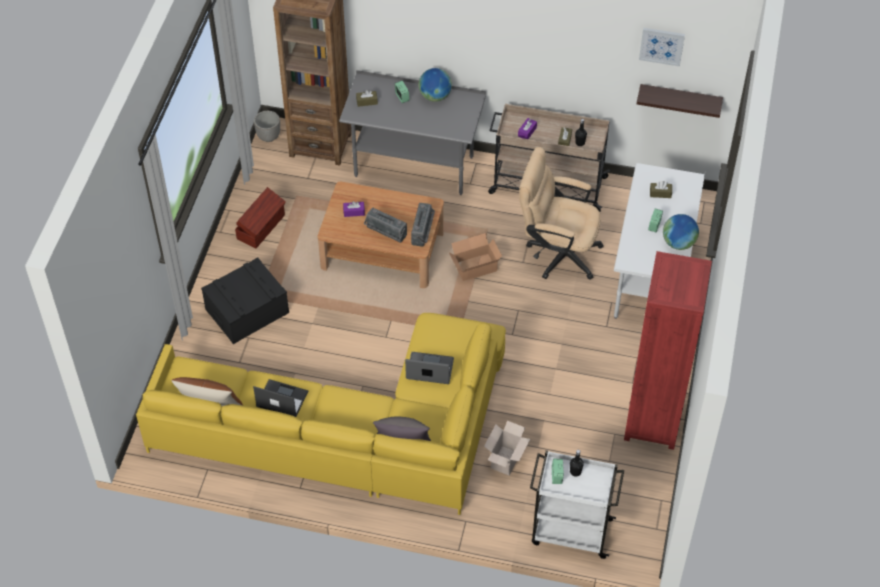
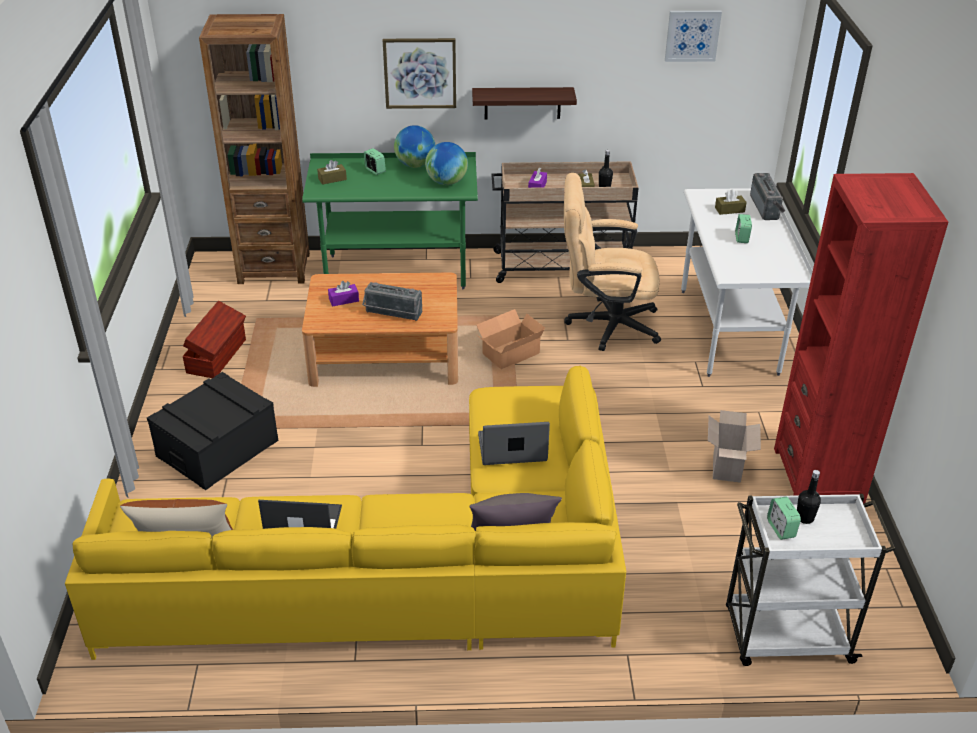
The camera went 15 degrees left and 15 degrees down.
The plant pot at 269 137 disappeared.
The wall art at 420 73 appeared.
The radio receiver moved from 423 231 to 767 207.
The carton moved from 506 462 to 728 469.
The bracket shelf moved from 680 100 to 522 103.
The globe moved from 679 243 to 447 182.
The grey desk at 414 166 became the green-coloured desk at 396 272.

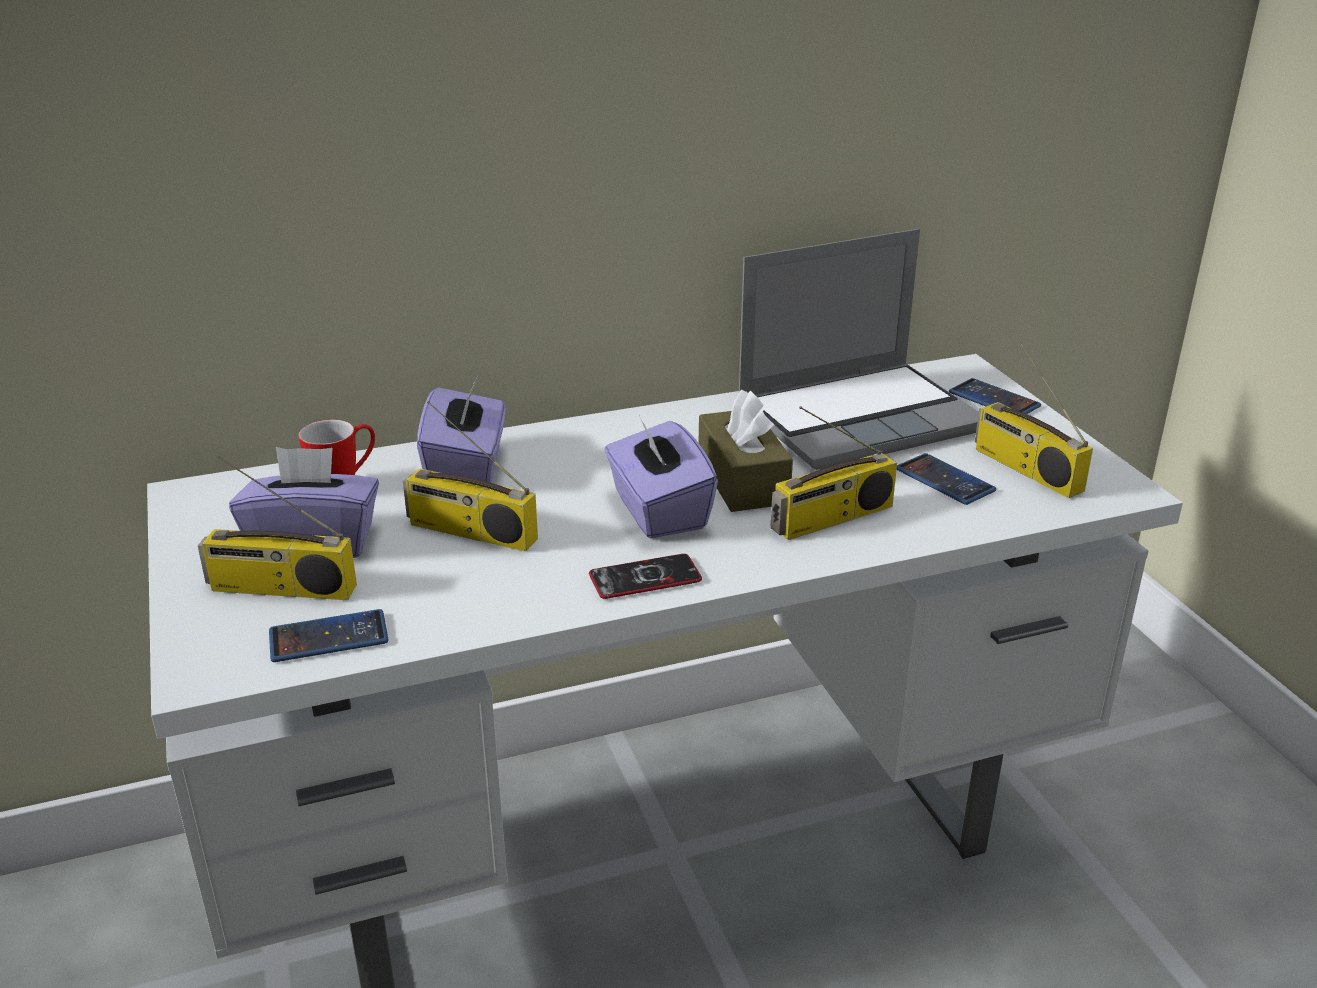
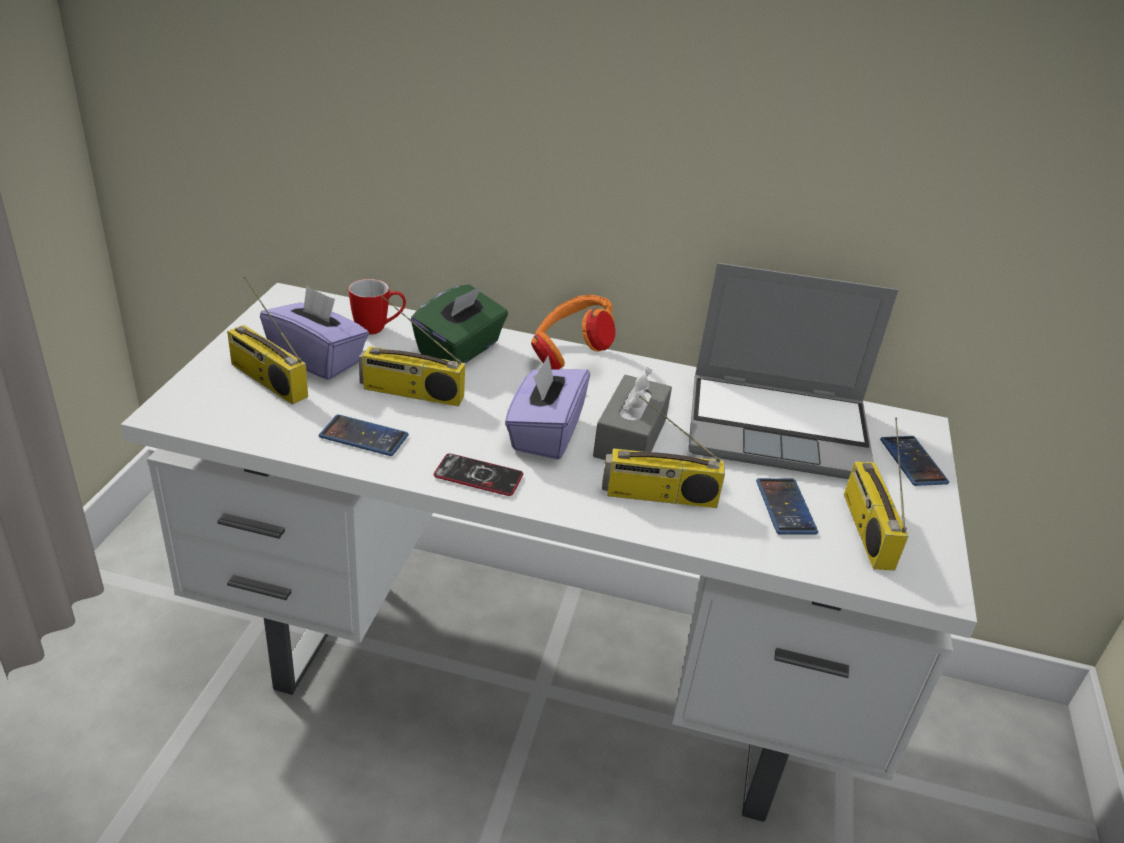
The camera went 30 degrees right and 5 degrees up.
The orangey headphones at 569 356 appeared.
The phone moved from 328 637 to 363 436.
The purplish tissue box at 467 469 became the green-coloured tissue box at 460 350.
The brown-coloured tissue box at 742 480 became the grey tissue box at 630 437.
The radio receiver at 469 532 turned 45 degrees counterclockwise.

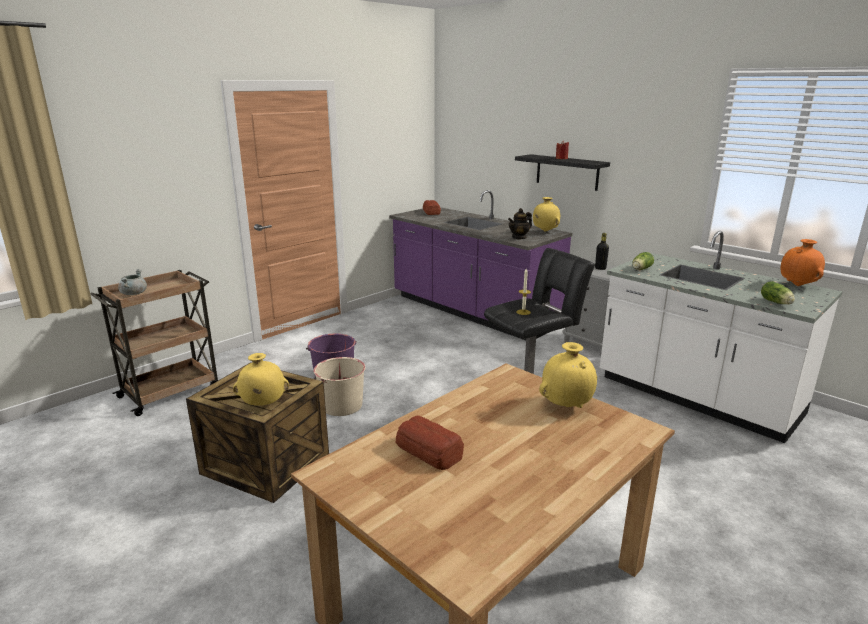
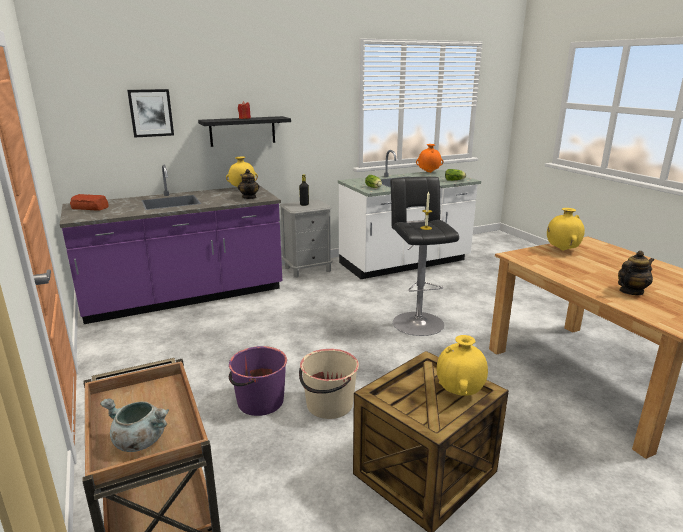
The camera went 70 degrees left and 0 degrees up.
The wall art at 151 113 appeared.
The baked bread at 429 450 was replaced by the tea pot at 630 291.

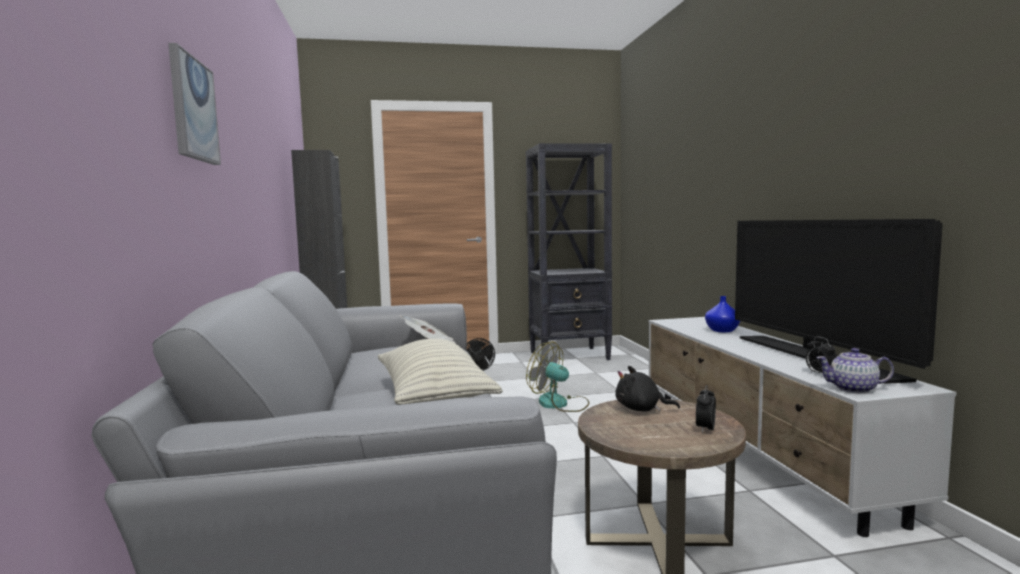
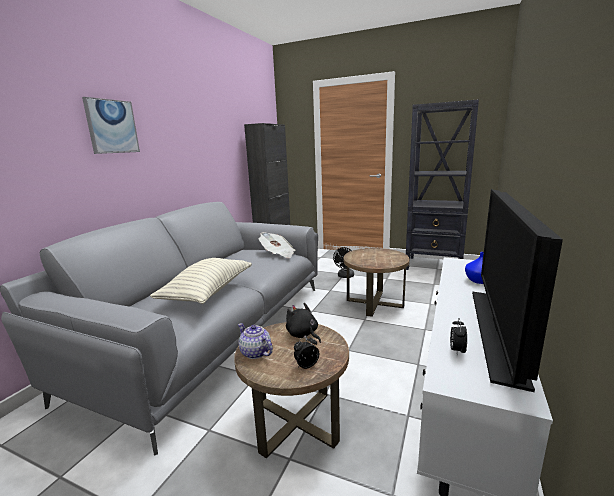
The camera went 35 degrees right and 10 degrees up.
The tea pot moved from 854 389 to 255 353.
The cooling fan at 560 404 was replaced by the brown-coloured end table at 374 303.

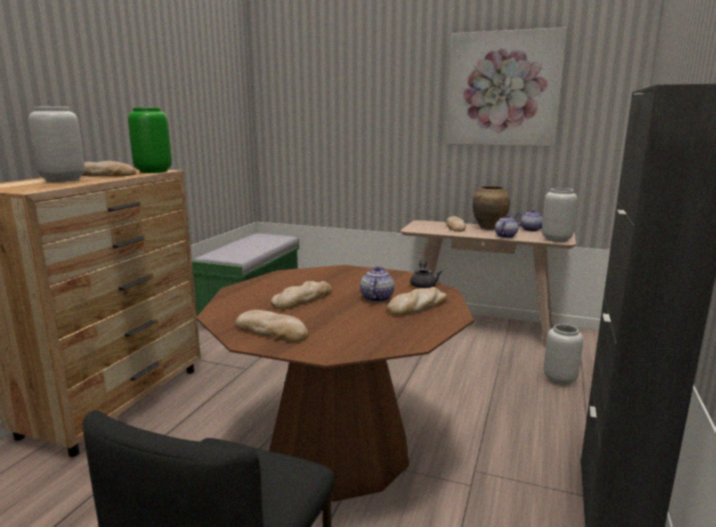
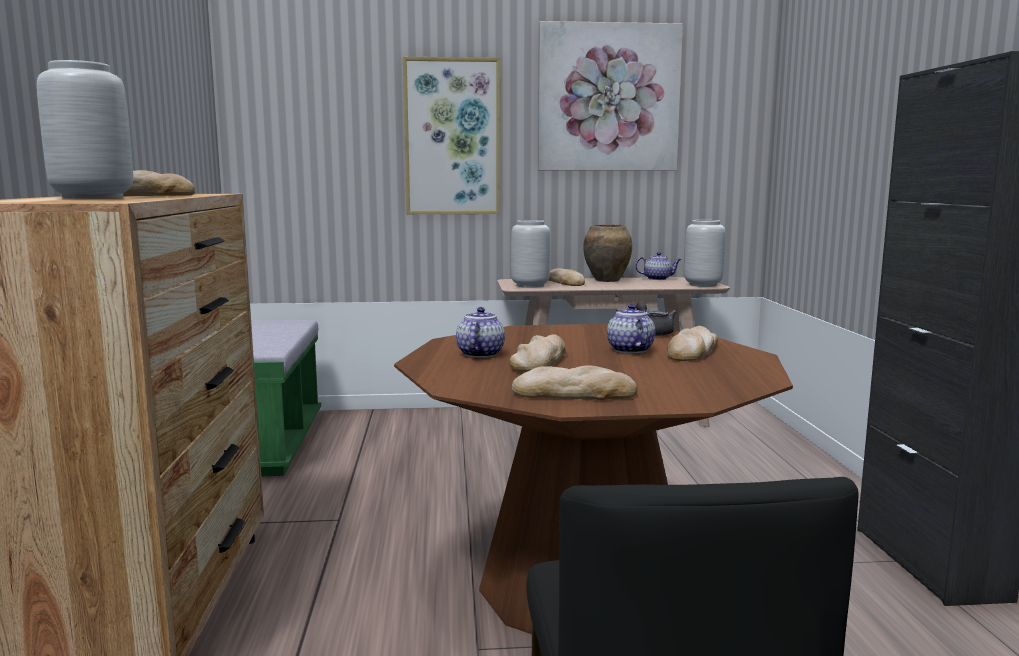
The camera went 25 degrees left and 5 degrees down.
The green-coloured decorative vase at 153 171 disappeared.
The wall art at 452 137 appeared.
The tea pot moved from 505 236 to 480 354.
The grey decorative vase moved from 559 378 to 530 285.

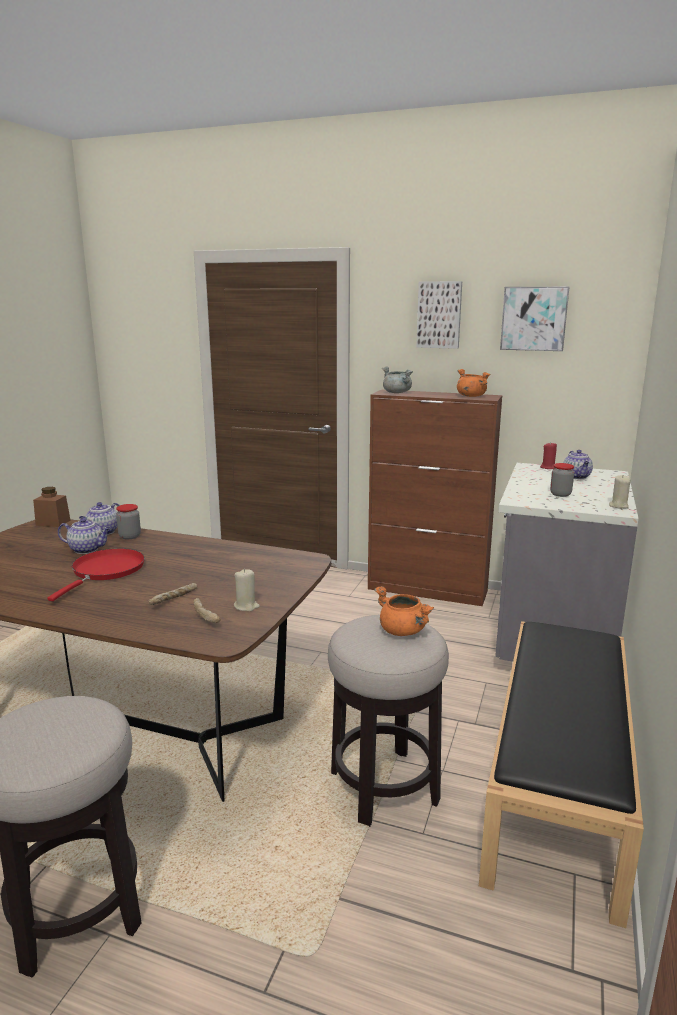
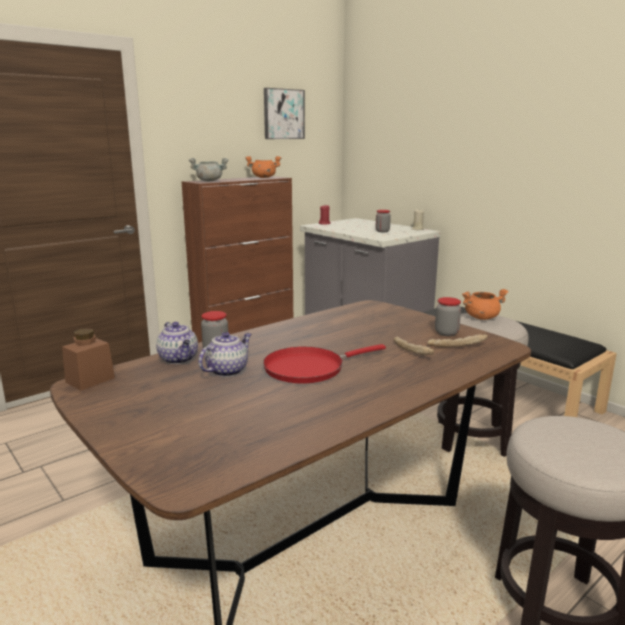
The camera went 60 degrees left and 0 degrees up.
The wall art at 439 315 disappeared.
The tea pot at 577 477 disappeared.
The sand-coloured wax candle at 246 606 was replaced by the storage jar at 446 333.
The red-coloured frying pan at 105 571 turned 75 degrees counterclockwise.

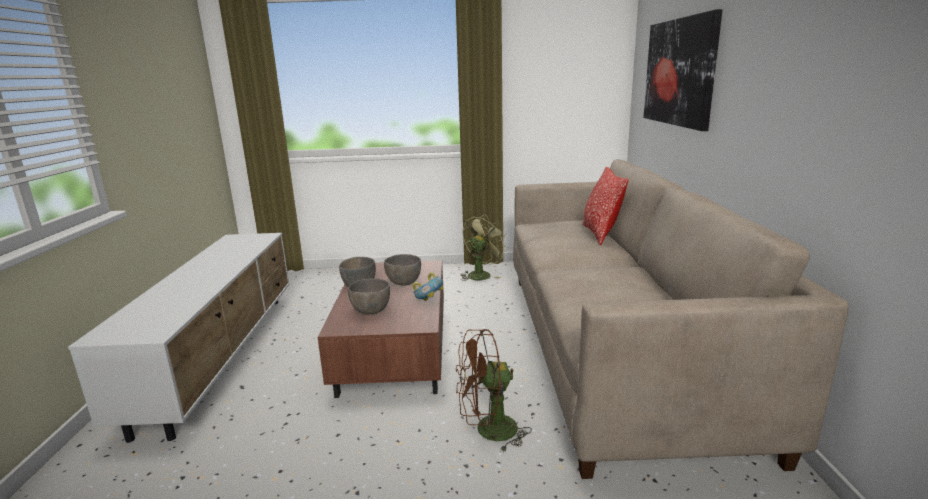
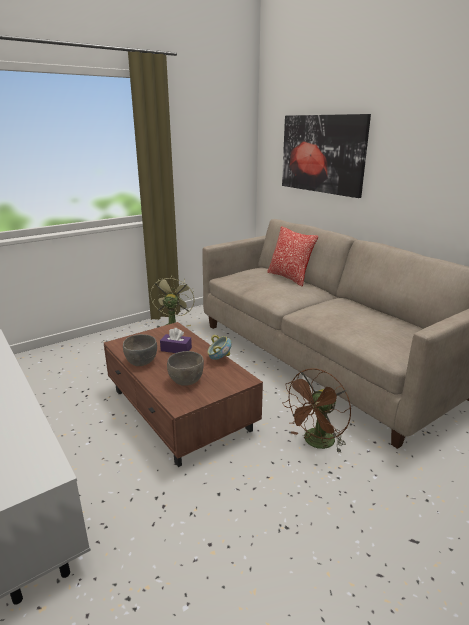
The camera went 35 degrees left and 5 degrees up.
The grey bowl at 403 283 was replaced by the purplish tissue box at 176 349.

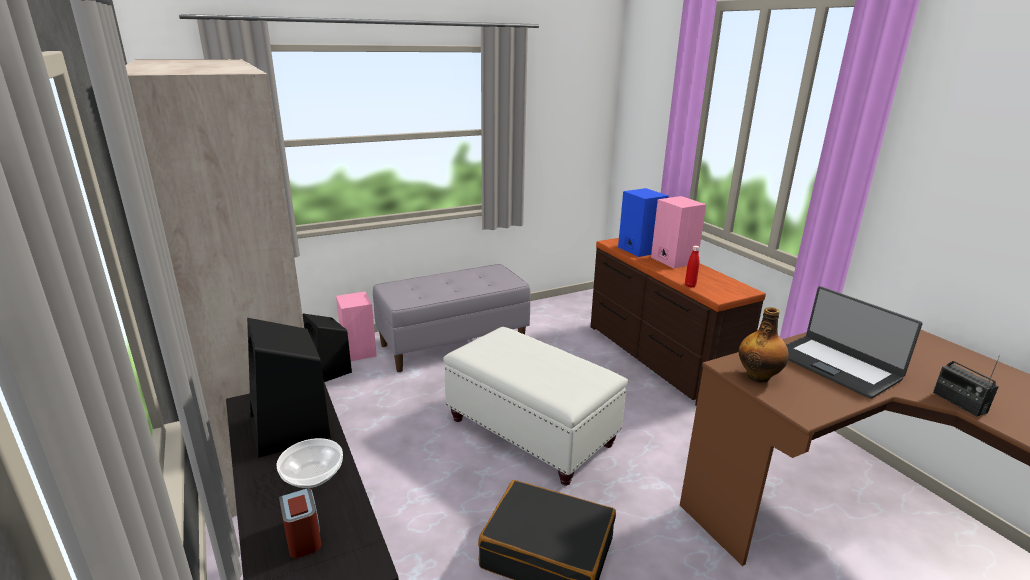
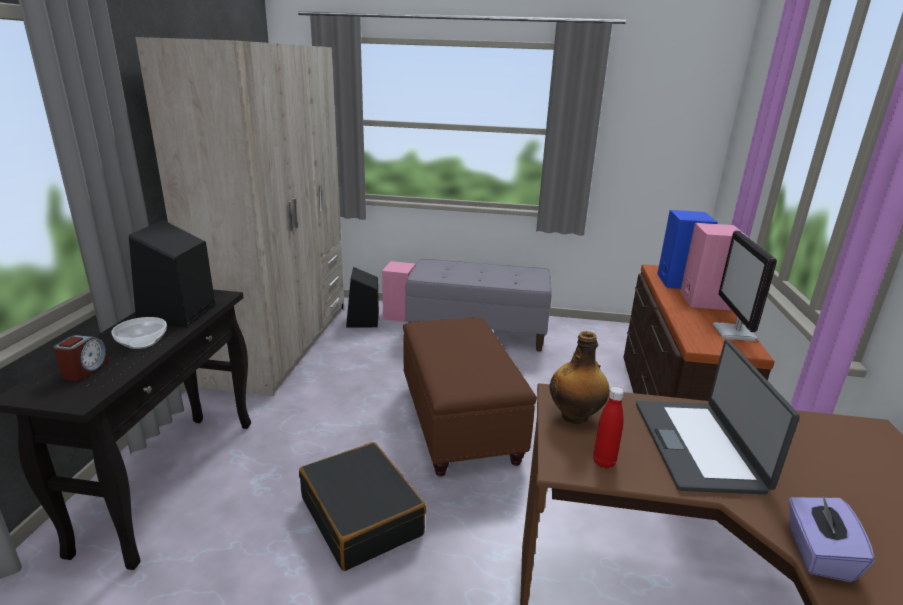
The camera went 35 degrees right and 0 degrees up.
The monitor at 734 333 appeared.
The red-coloured bottle moved from 690 285 to 604 462.
The radio receiver at 959 402 was replaced by the purplish tissue box at 817 553.
The white ottoman at 531 432 became the brown-coloured ottoman at 459 423.

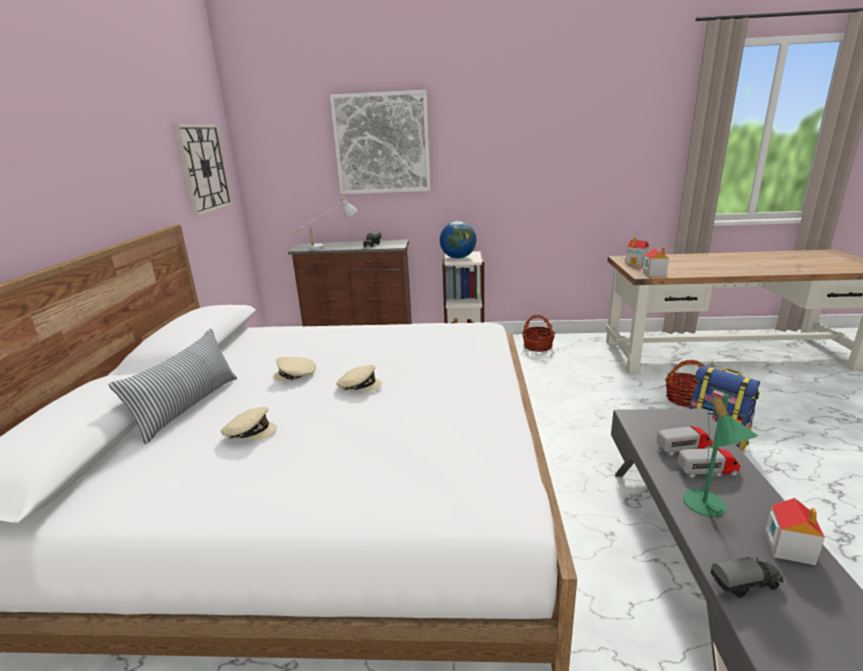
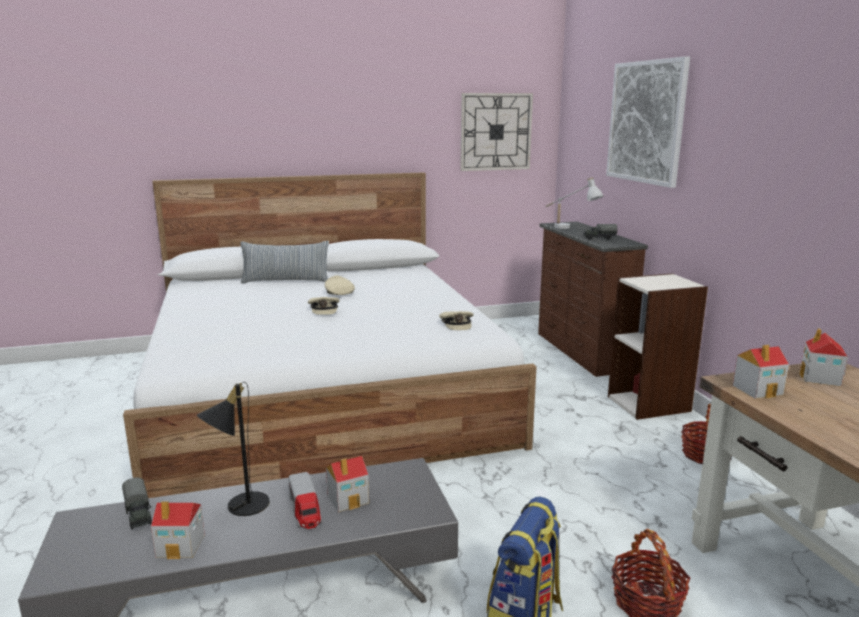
The camera went 70 degrees right and 5 degrees down.
The globe at 458 258 disappeared.
The sand-coloured baseball cap moved from 250 431 to 457 324.
The toy truck at 684 448 was replaced by the model house at 348 499.
The green-coloured tabletop lamp at 708 508 became the black-coloured tabletop lamp at 239 505.

